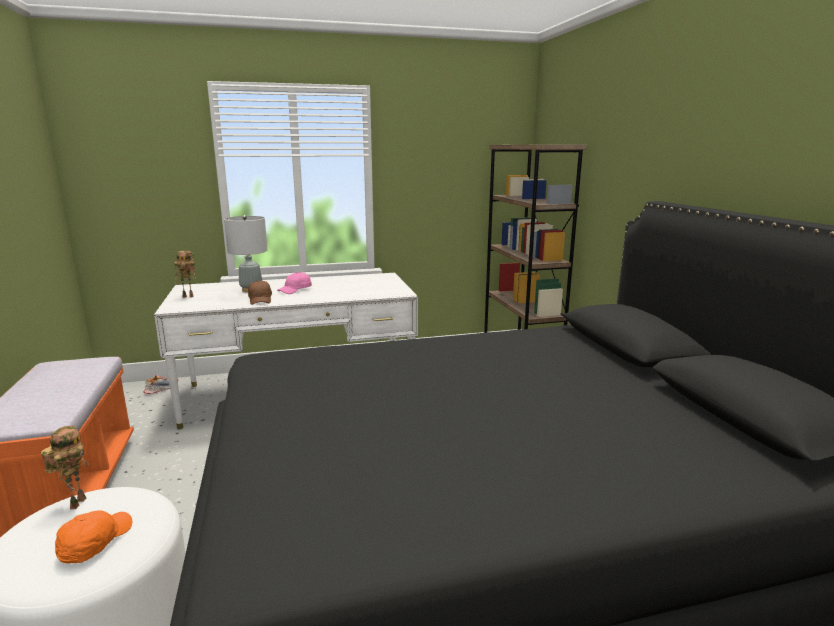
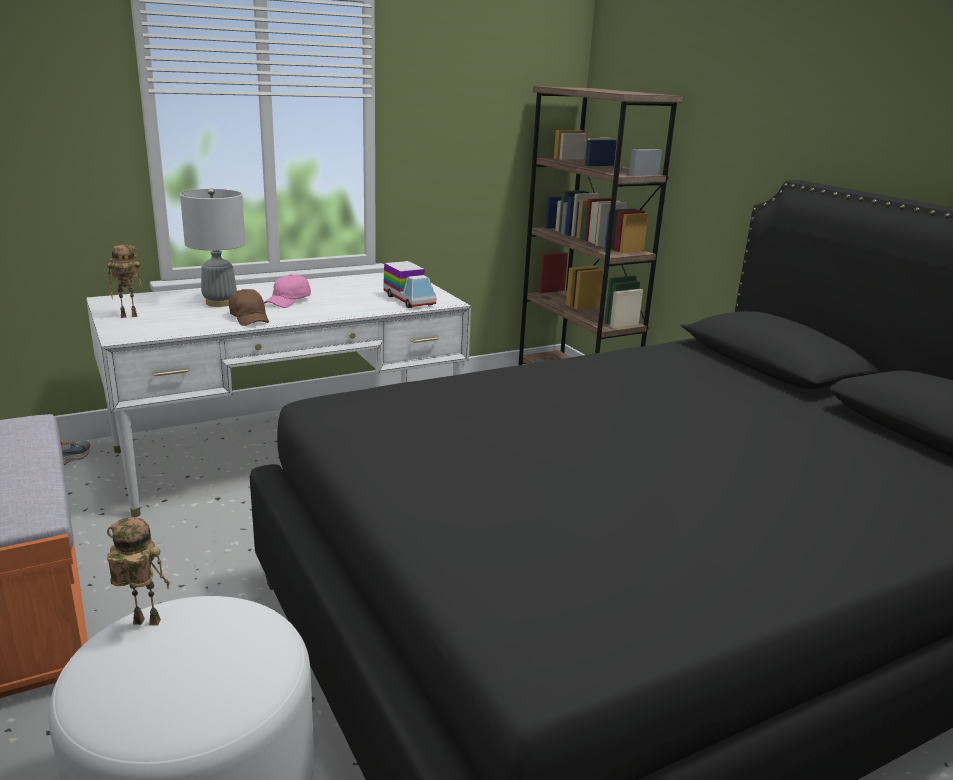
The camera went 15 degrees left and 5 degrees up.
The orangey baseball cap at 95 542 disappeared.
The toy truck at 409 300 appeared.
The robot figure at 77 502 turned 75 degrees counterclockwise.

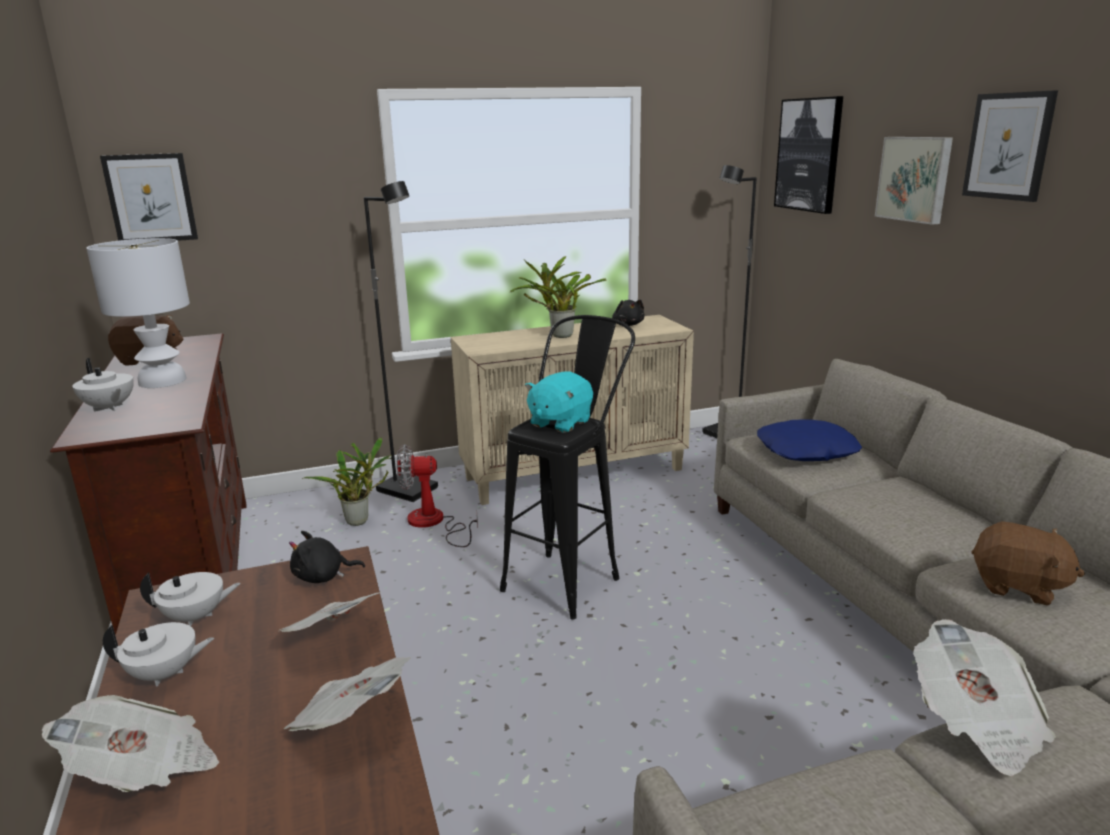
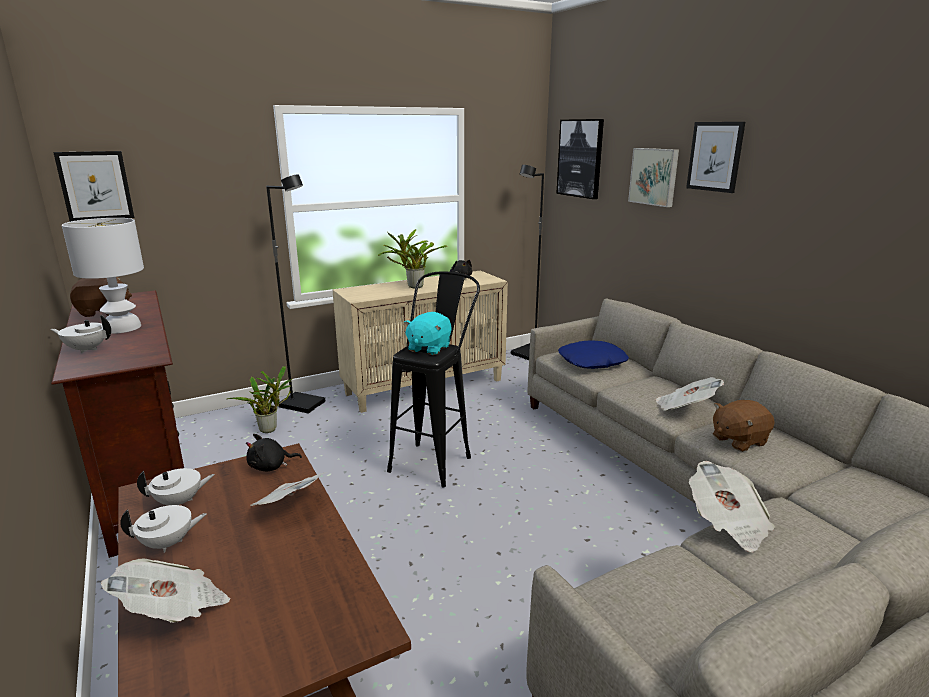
The camera went 10 degrees left and 0 degrees up.
The cooling fan at 433 523 disappeared.
The newspaper moved from 351 720 to 685 408.
The white tea pot at 109 408 turned 150 degrees clockwise.
The brown-coloured cuddly toy at 1018 586 turned 135 degrees clockwise.

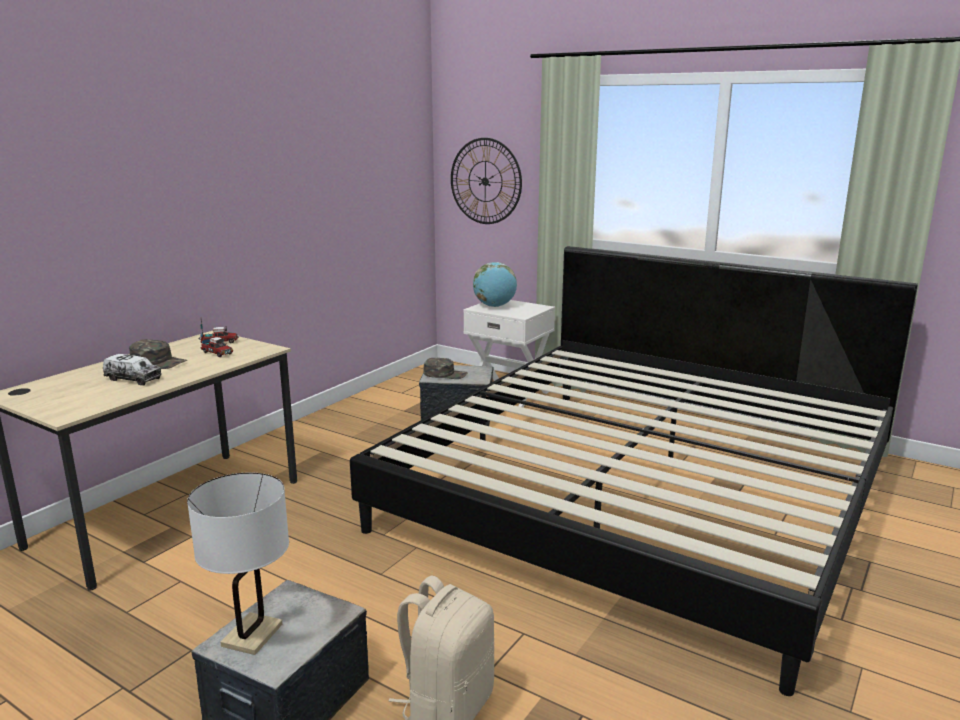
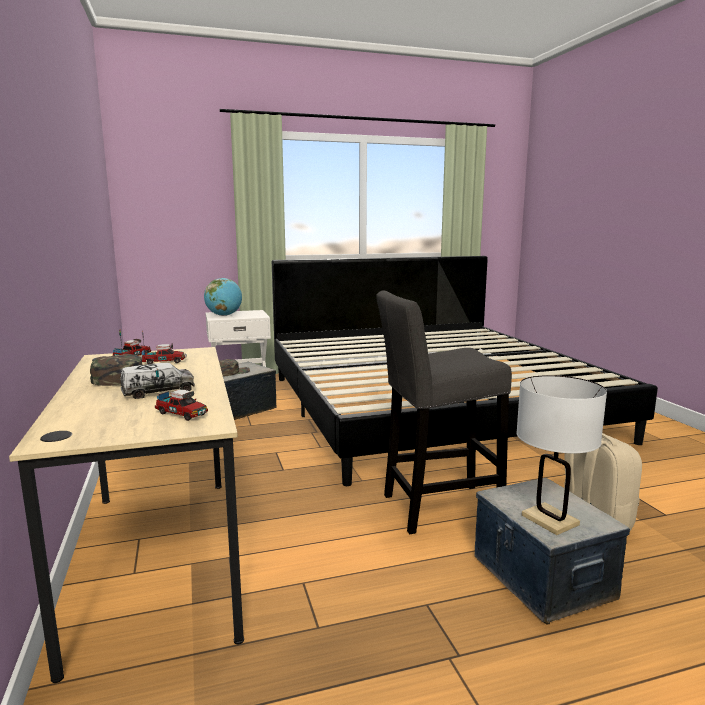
The camera went 50 degrees left and 5 degrees down.
The wall clock at 485 181 disappeared.
The toy truck at 182 414 appeared.
The grey sitting stool at 435 508 appeared.

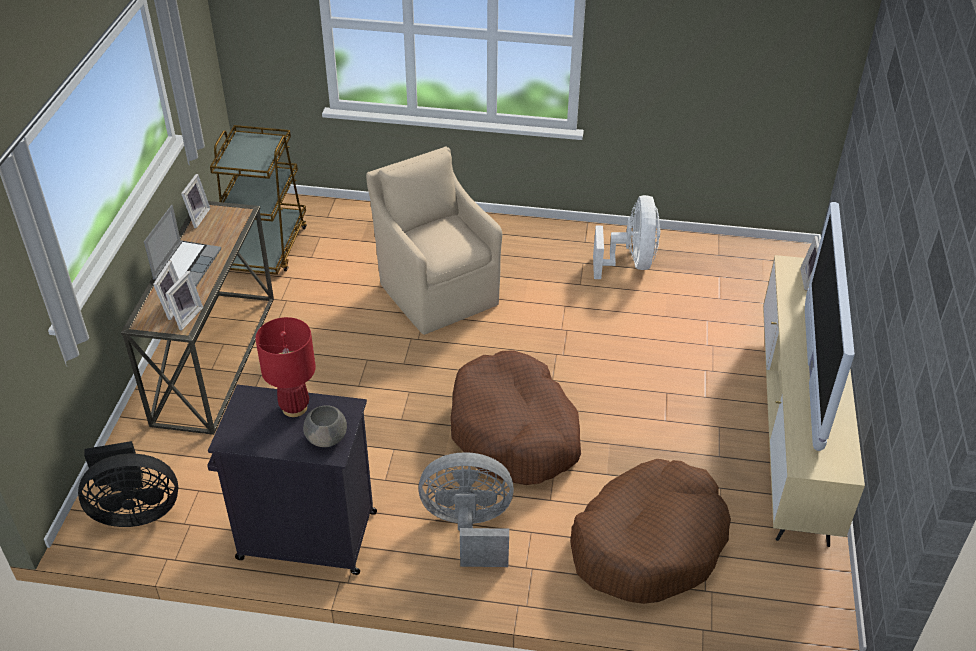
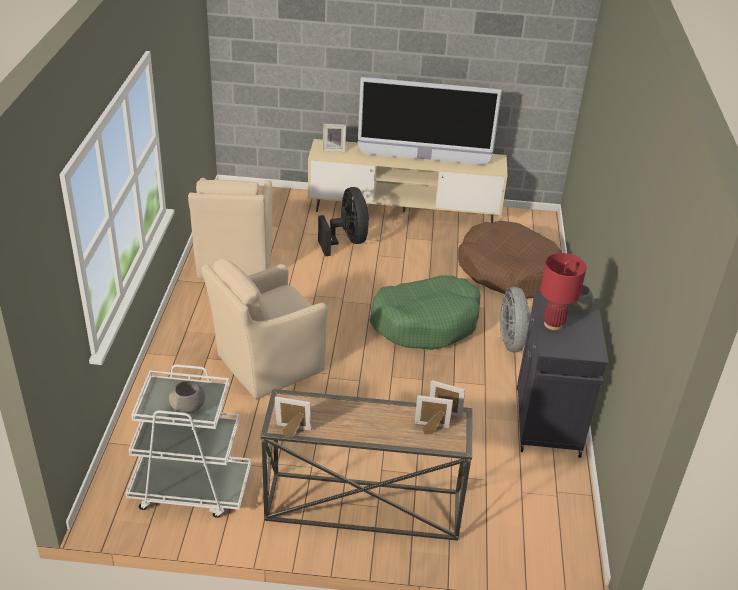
The camera went 95 degrees left and 5 degrees down.
The notebook computer at 187 264 disappeared.
The grey bowl at 188 407 appeared.
The black-coloured cooling fan moved from 134 511 to 347 241.
The white cooling fan at 630 263 was replaced by the sand-coloured armchair at 234 261.
The brown-coloured wheeled cart at 267 248 became the white wheeled cart at 190 489.
The brown-coloured dog bed at 514 432 became the green-coloured dog bed at 426 322.

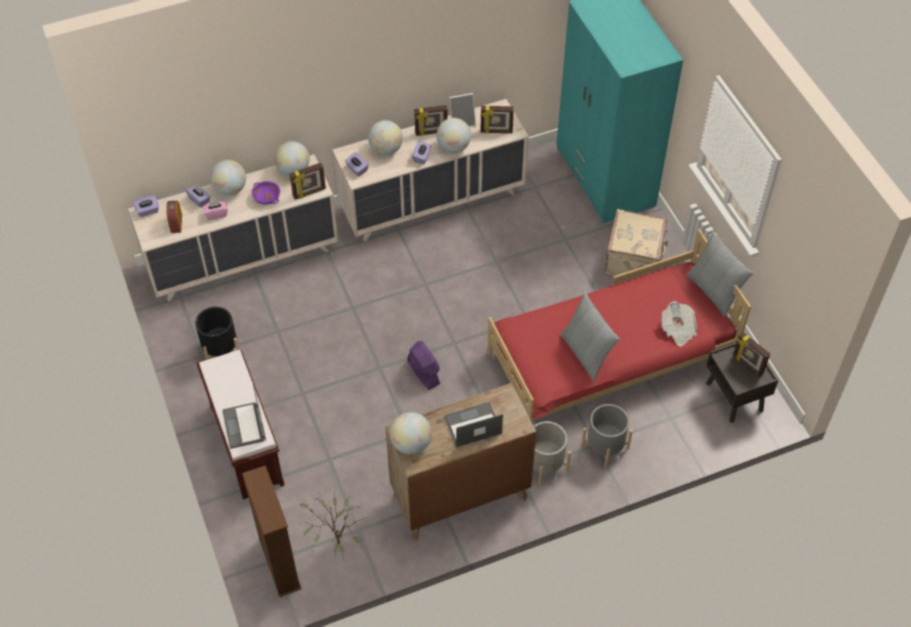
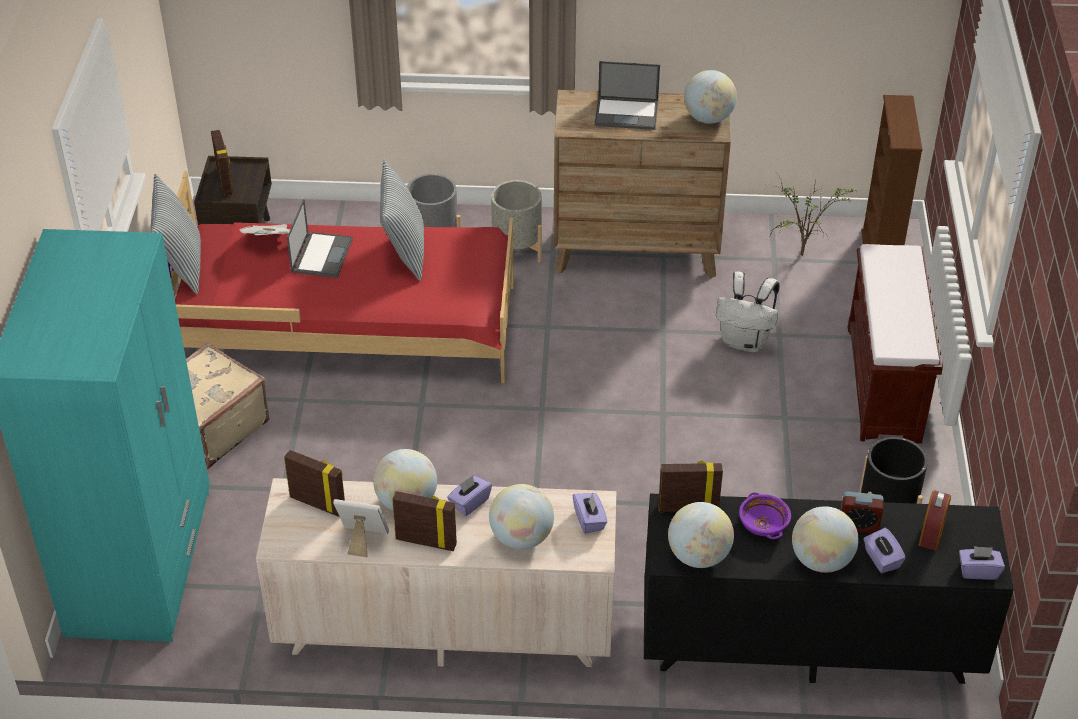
The camera went 155 degrees left and 10 degrees down.
The purplish cooling fan at 423 372 disappeared.
The white rucksack at 745 341 appeared.
The notebook computer moved from 244 426 to 322 255.
The pinkish tissue box at 216 214 was replaced by the bedside clock at 858 525.
The sand-coloured chest of drawers at 243 258 became the black-coloured chest of drawers at 808 642.

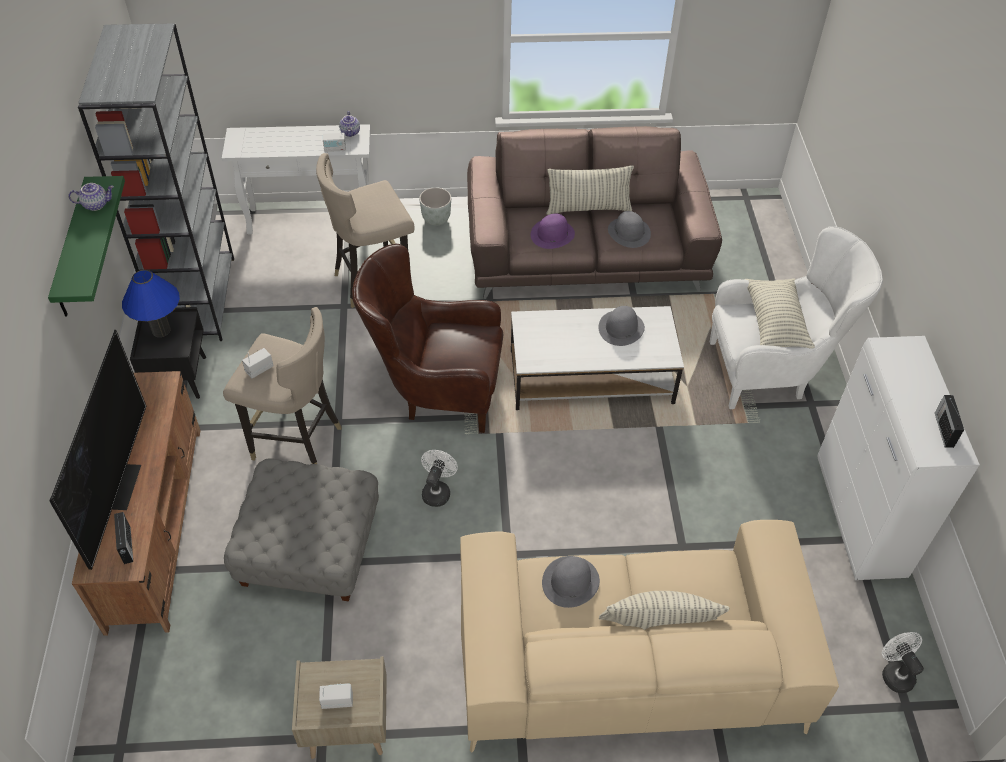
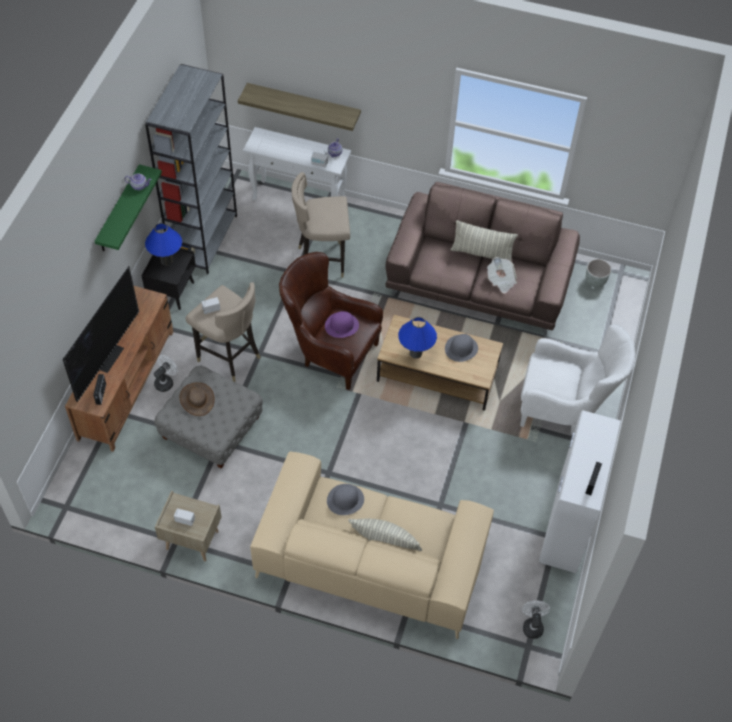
The camera went 20 degrees right and 5 degrees up.
The pillow at 775 322 disappeared.
The brown-coloured hat at 197 399 appeared.
The bracket shelf at 303 104 appeared.
The blue tabletop lamp at 415 353 appeared.
The grey plant pot moved from 436 219 to 595 281.
The white cooling fan moved from 437 491 to 166 382.
The purplish hat moved from 552 234 to 341 325.
The grey hat at 629 232 was replaced by the newspaper at 501 280.
The white lounge table at 591 376 became the brown-coloured lounge table at 437 373.

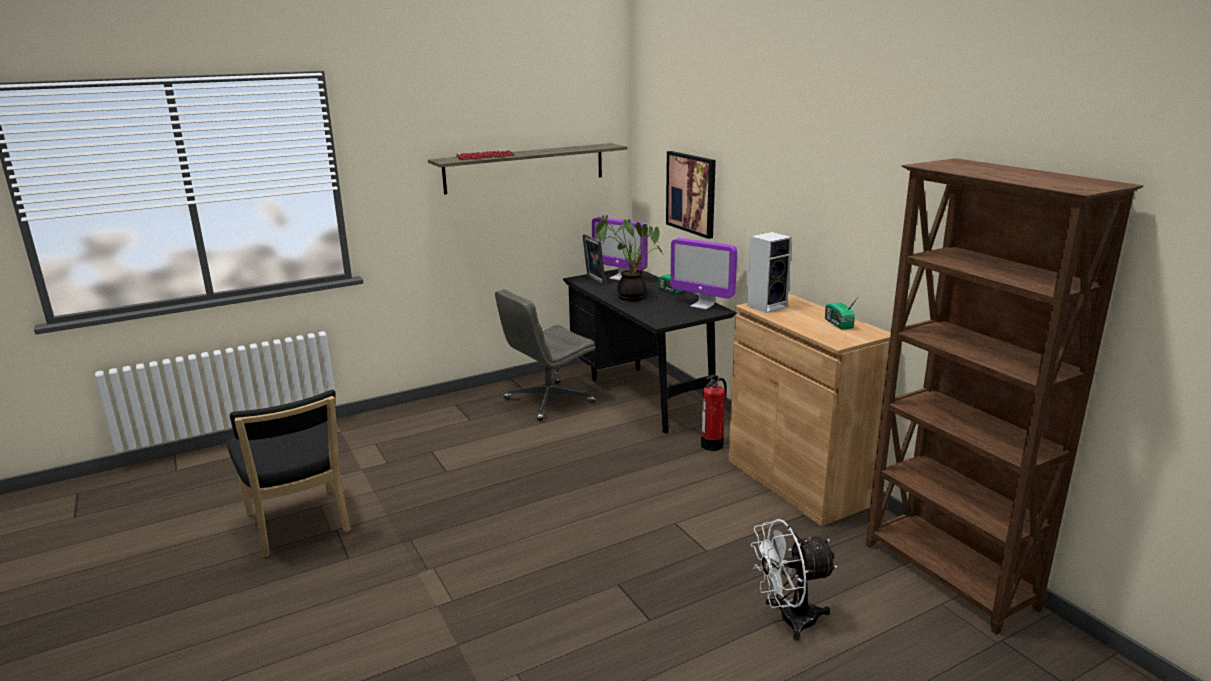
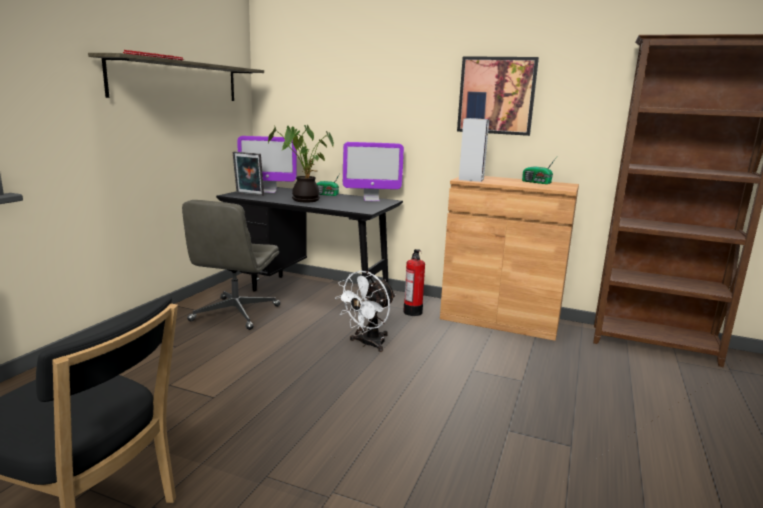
The camera went 40 degrees left and 5 degrees down.
The wall art moved from 691 193 to 496 95.
The white cooling fan moved from 788 620 to 367 344.

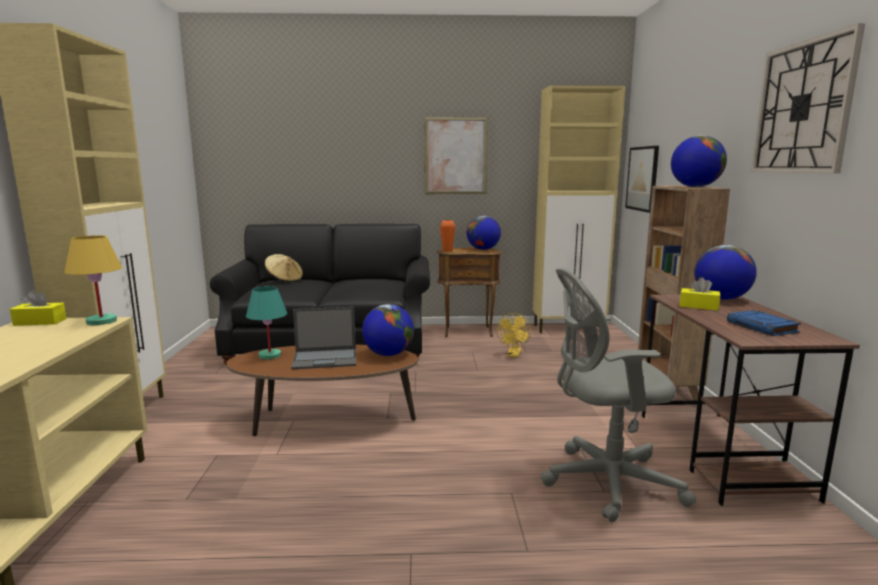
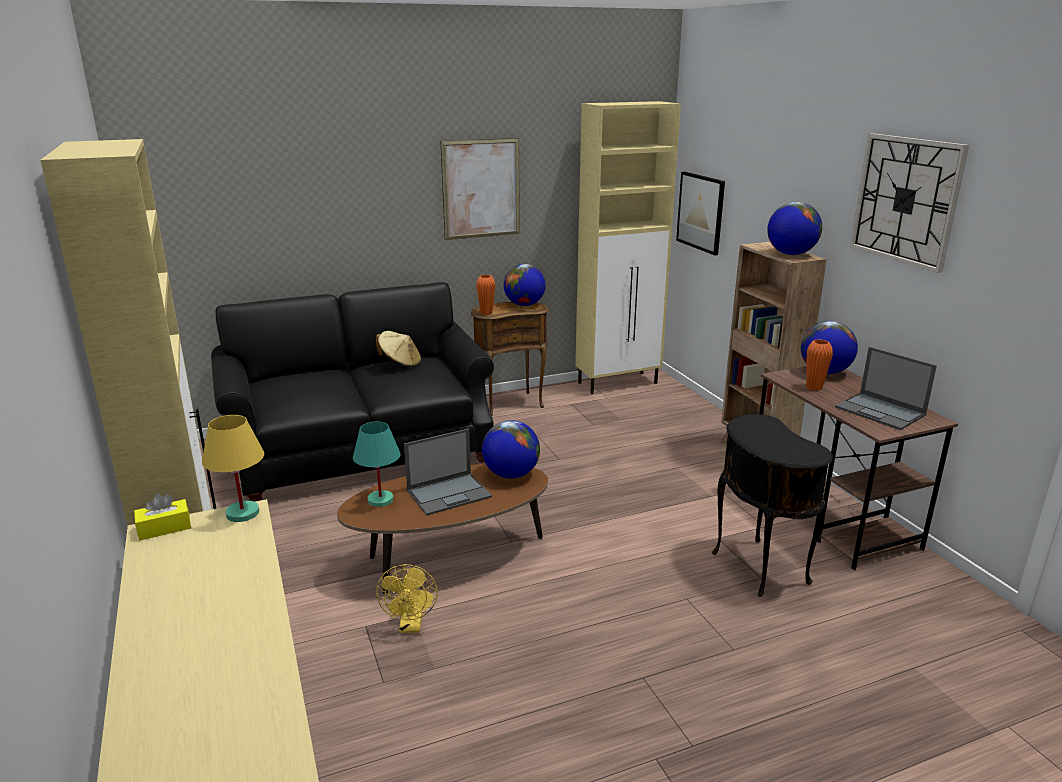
The camera went 20 degrees left and 10 degrees up.
The sand-coloured hat moved from 284 280 to 400 363.
The yellow-coloured cooling fan moved from 513 355 to 411 626.
The grey desk chair at 605 482 was replaced by the black-coloured end table at 756 568.
The yellow-coloured tissue box at 698 306 was replaced by the orangey decorative vase at 814 387.
The blue volume at 762 327 was replaced by the notebook computer at 881 411.

